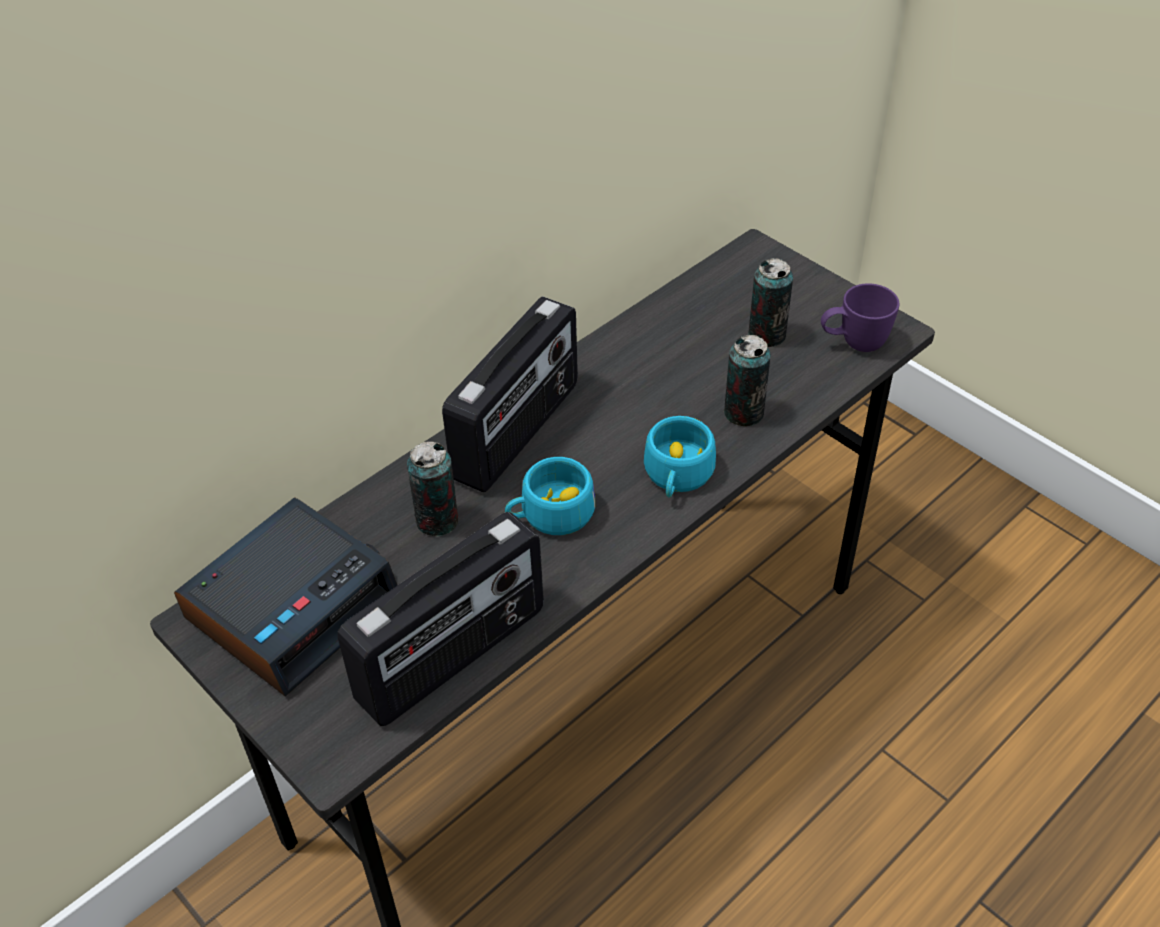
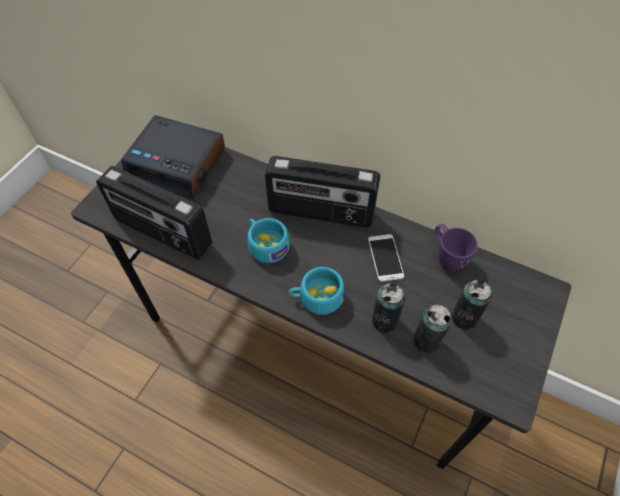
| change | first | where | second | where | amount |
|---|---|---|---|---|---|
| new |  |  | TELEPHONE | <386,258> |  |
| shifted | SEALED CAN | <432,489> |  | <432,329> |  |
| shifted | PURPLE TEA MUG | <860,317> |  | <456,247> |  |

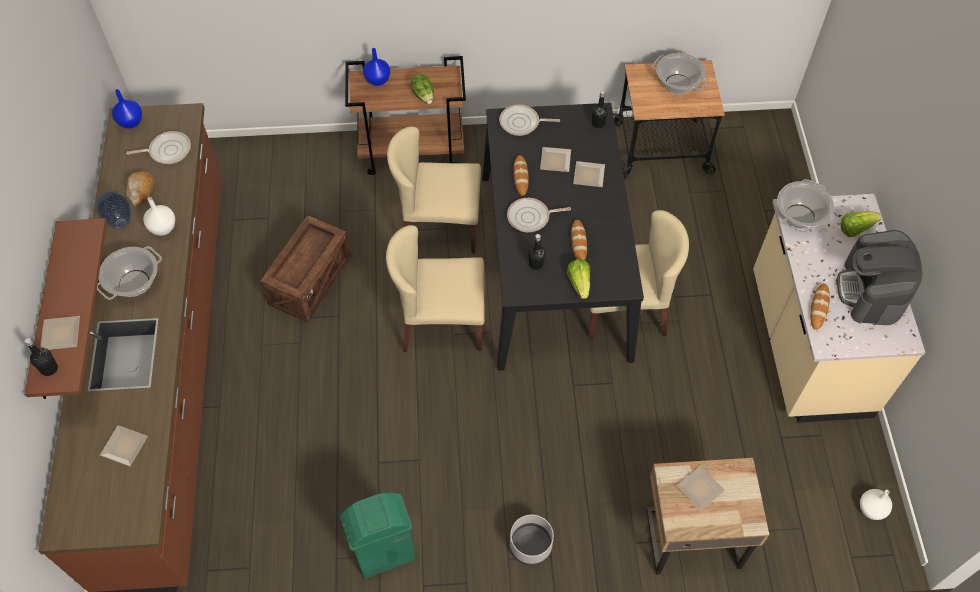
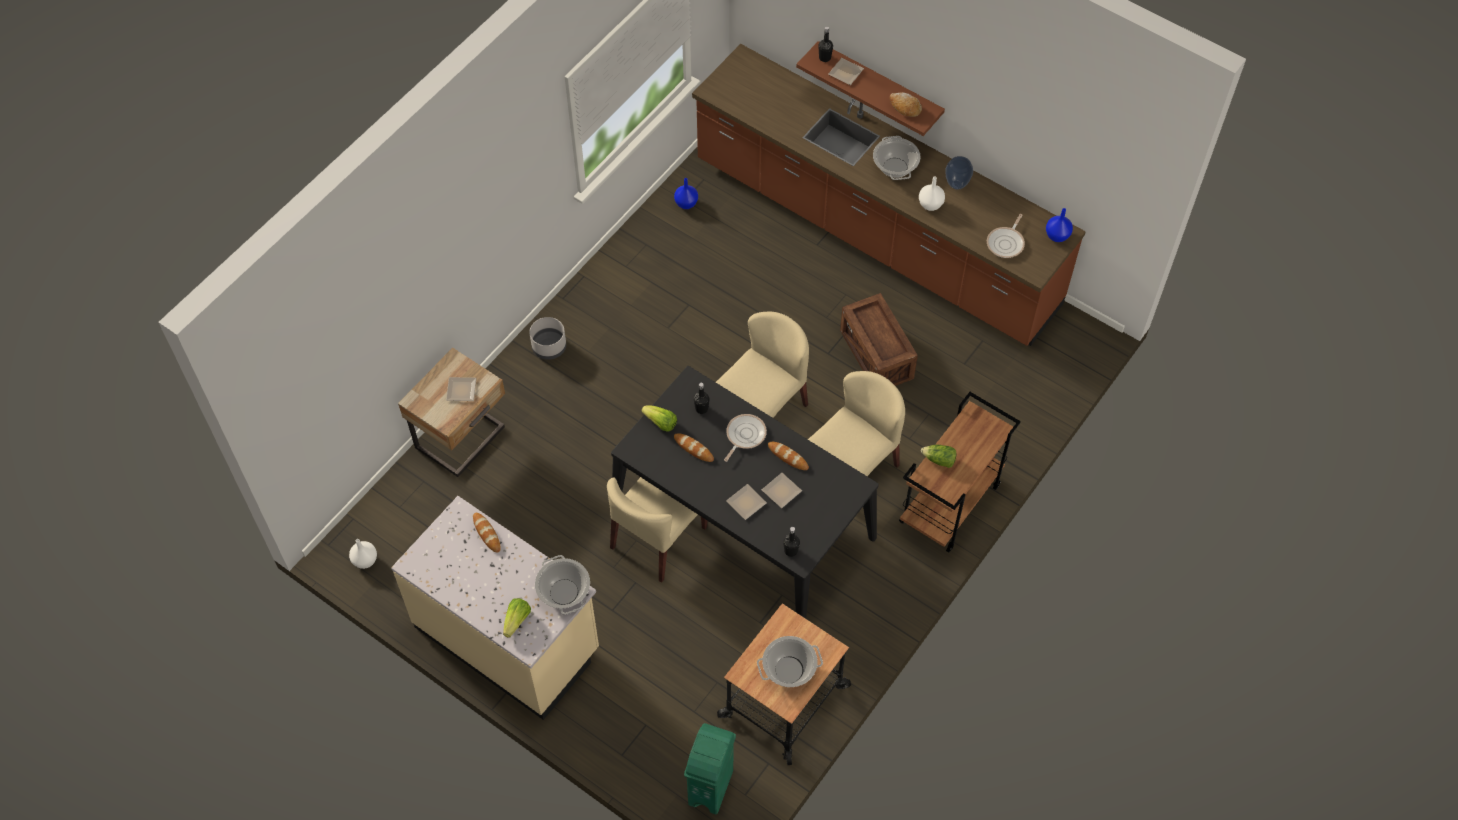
| change | first | where | second | where | amount |
|---|---|---|---|---|---|
| gone | FLAT DISH | <124,445> |  |  |  |
| gone | PAN | <529,120> |  |  |  |
| gone | COFFEE MACHINE | <879,277> |  |  |  |
| shifted | BAKED BREAD | <140,188> |  | <906,104> |  |
| shifted | GREENISH RUBBISH BIN | <377,535> |  | <710,768> |  |
| shifted | BLUISH VASE | <376,67> |  | <686,193> |  |

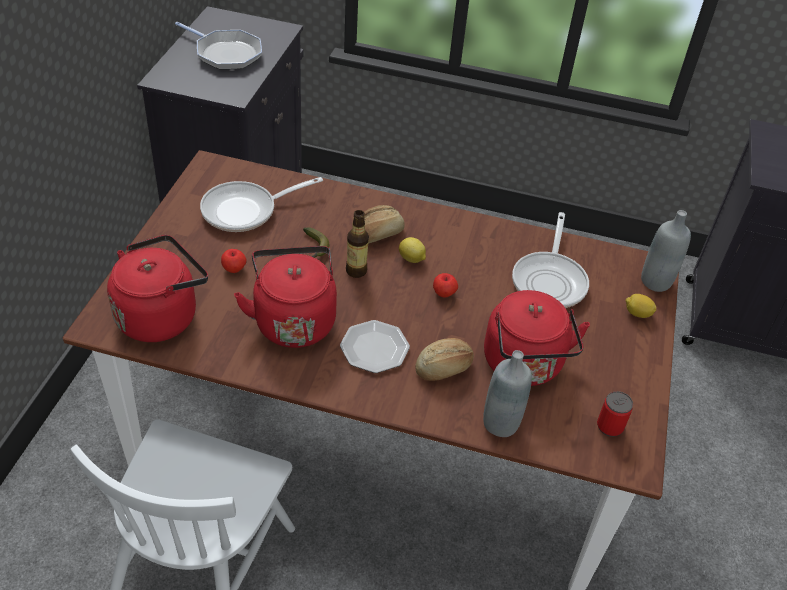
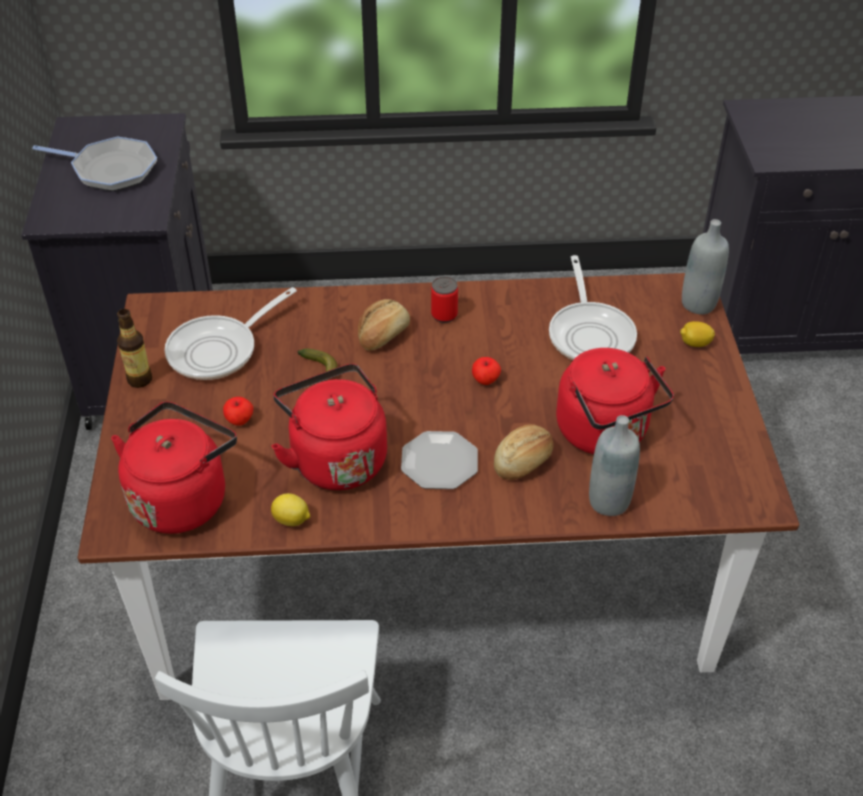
| change | first | where | second | where | amount |
|---|---|---|---|---|---|
| shifted | BOTTLE | <357,244> |  | <134,348> |  |
| shifted | LEMON | <412,250> |  | <291,509> |  |
| shifted | SEALED CAN | <615,414> |  | <444,299> |  |

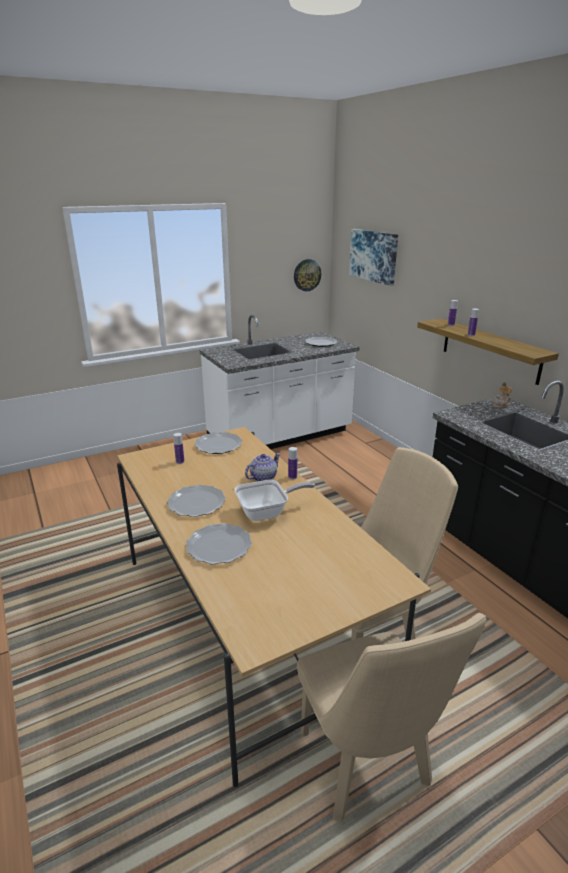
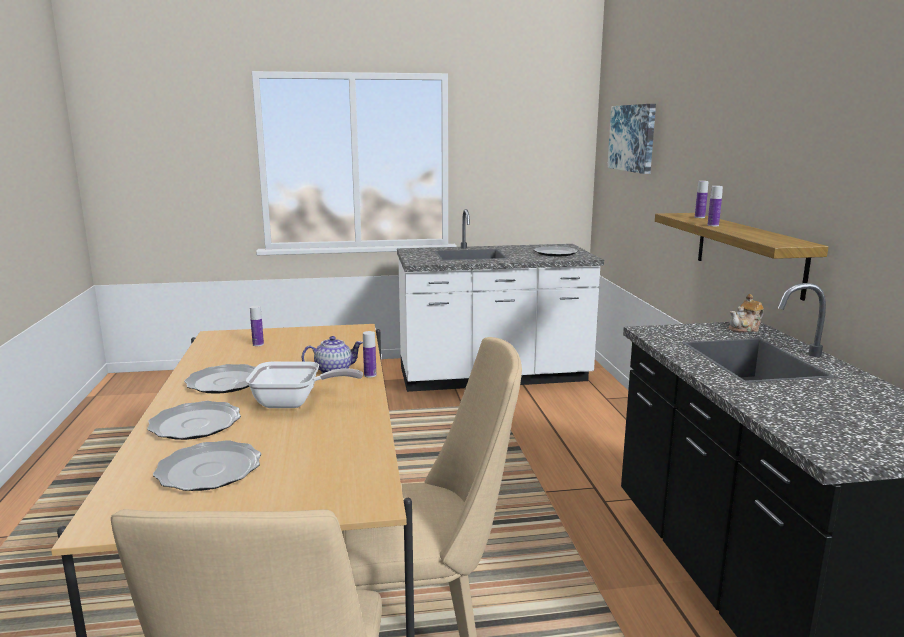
| change | first | where | second | where | amount |
|---|---|---|---|---|---|
| gone | WALL CLOCK | <307,275> |  |  |  |
| shifted | FLAT DISH | <218,443> |  | <207,465> |  |

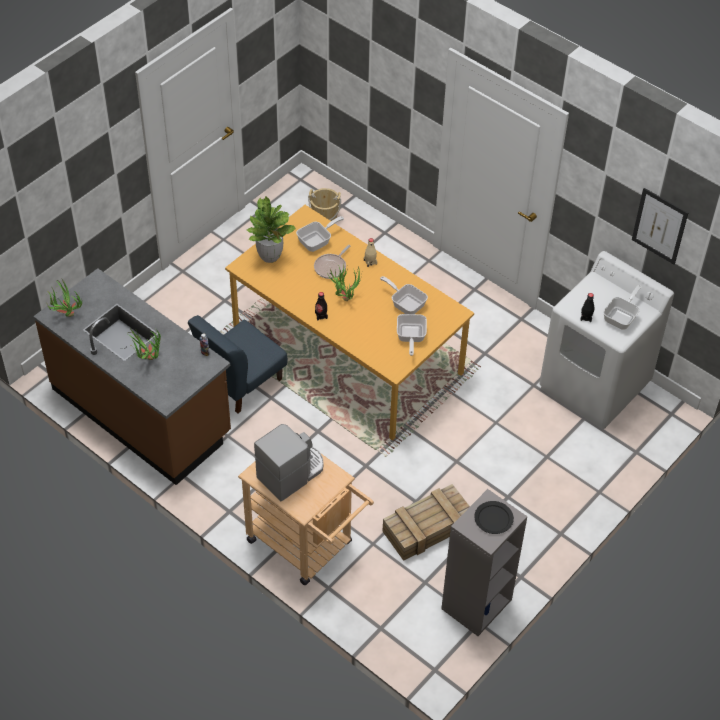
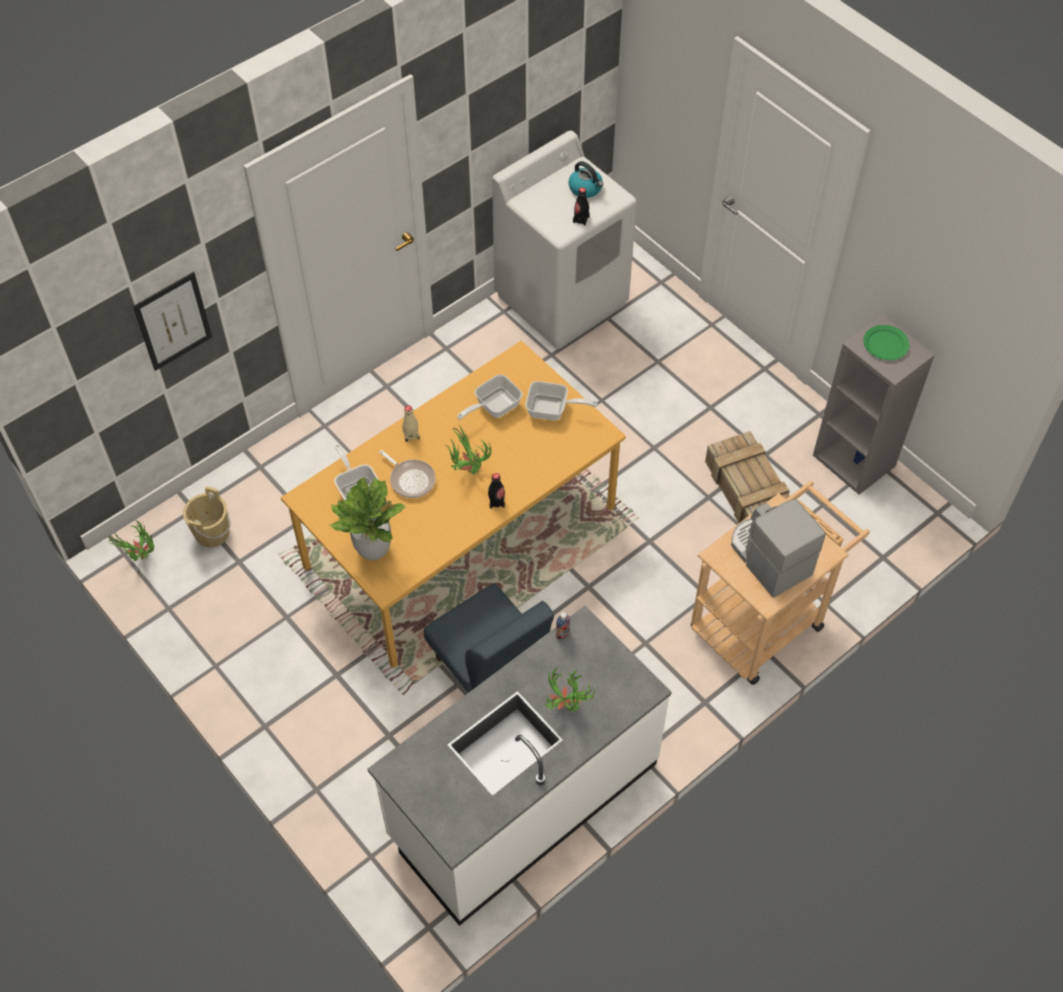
| change | first | where | second | where | amount |
|---|---|---|---|---|---|
| shifted | PLANT IN A POT | <64,298> |  | <131,540> |  |
| shifted | WALL ART | <660,226> |  | <172,321> |  |
| swapped | PAN | <622,307> | WATER KETTLE | <586,179> |  |
| repainted | BROWN-COLOURED COUNTER | <132,376> | WHITISH COUNTER | <519,766> |  |
| repainted | BLACKISH FLAT DISH | <494,517> | GREENISH FLAT DISH | <886,342> |  |

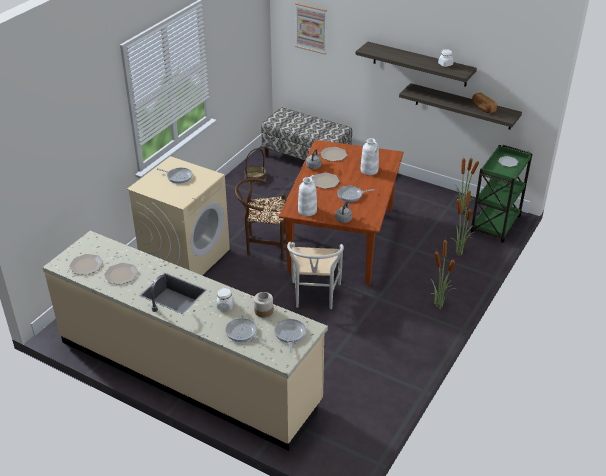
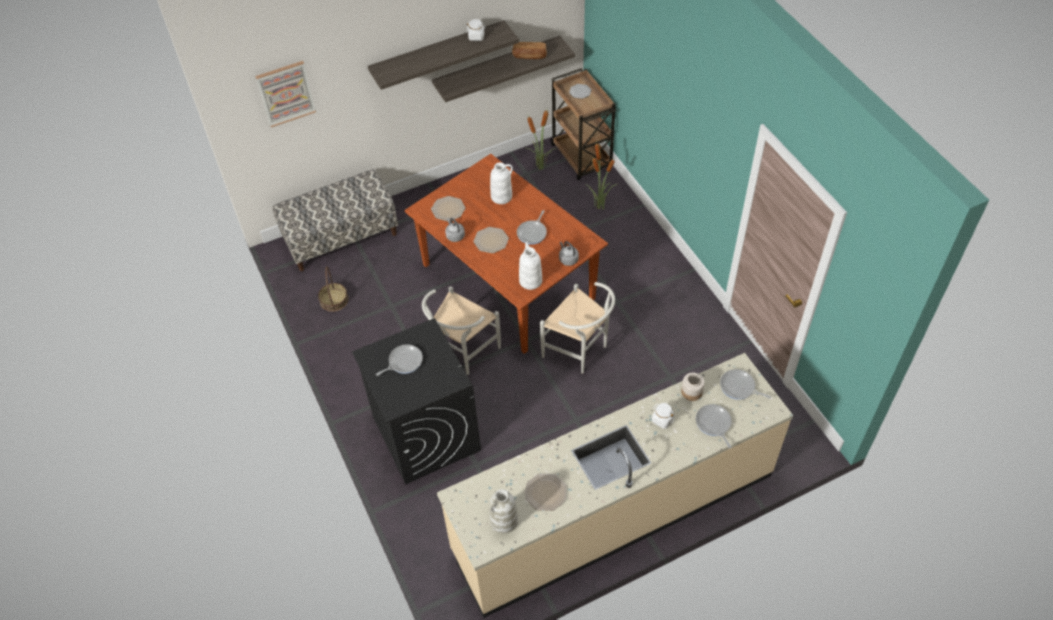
| change | first | where | second | where | amount |
|---|---|---|---|---|---|
| gone | PLANT IN A POT | <443,272> |  |  |  |
| swapped | FLAT DISH | <86,264> | WHITISH VASE | <503,511> |  |
| repainted | SAND-COLOURED WASHING MACHINE | <178,215> | BLACKISH WASHING MACHINE | <416,401> |  |
| repainted | BROWN-COLOURED PLAIN CHAIR | <260,219> | WHITISH PLAIN CHAIR | <461,330> |  |
| repainted | GREENISH CART | <501,194> | BROWN-COLOURED CART | <583,124> |  |
| rotated | PAN | <246,330> |  | <713,426> | 90 degrees clockwise |

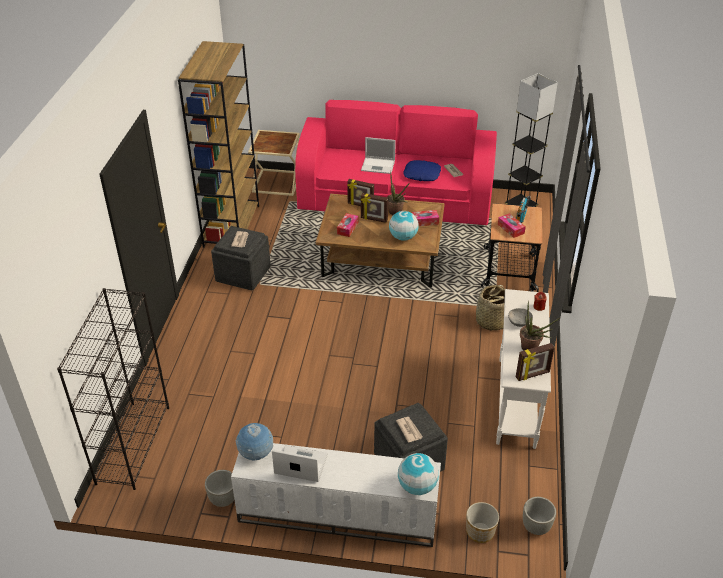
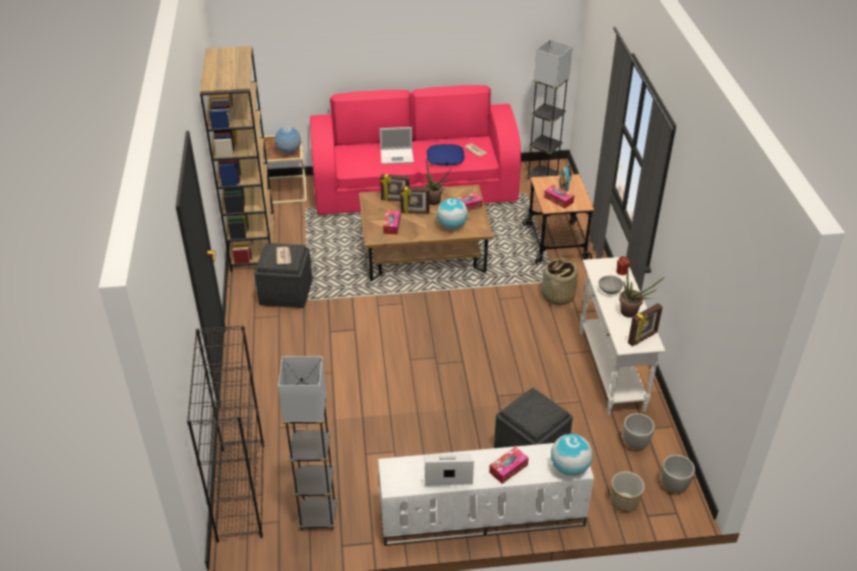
| change | first | where | second | where | amount |
|---|---|---|---|---|---|
| gone | NEWSPAPER | <409,430> |  |  |  |
| new |  |  | GREY FLOOR LAMP | <307,443> |  |
| new |  |  | TISSUE BOX | <509,465> |  |
| shifted | GREY FLOWER POT | <219,488> |  | <639,431> |  |
| shifted | WORLD GLOBE | <254,441> |  | <288,140> |  |

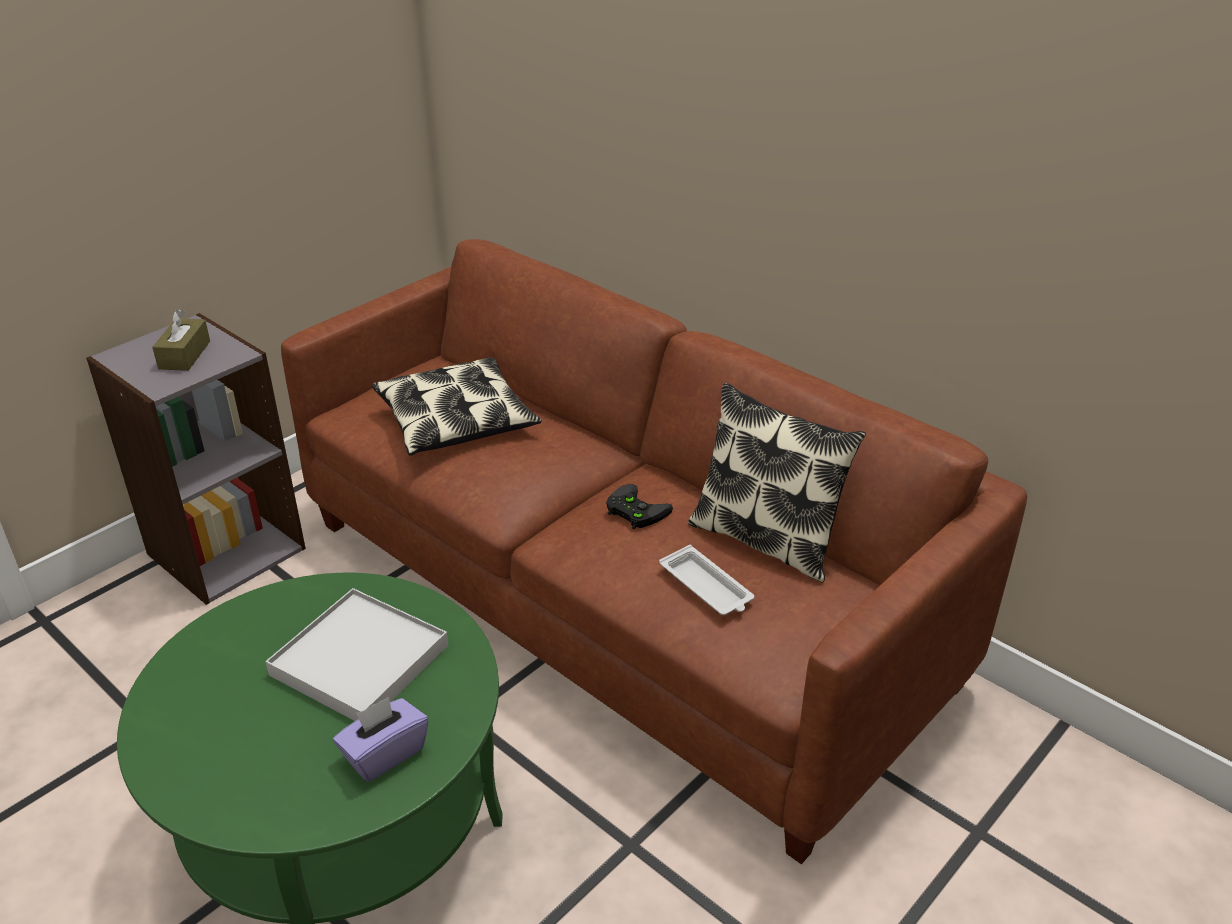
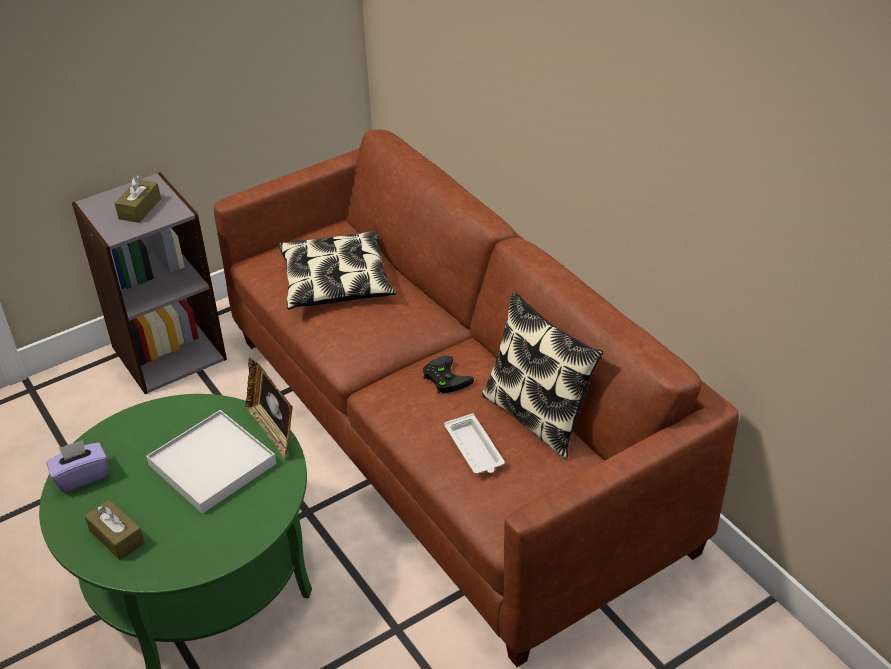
| change | first | where | second | where | amount |
|---|---|---|---|---|---|
| new |  |  | BROWN-COLOURED TISSUE BOX | <114,529> |  |
| new |  |  | PHOTO FRAME | <269,408> |  |
| shifted | PURPLE TISSUE BOX | <380,739> |  | <77,466> |  |

